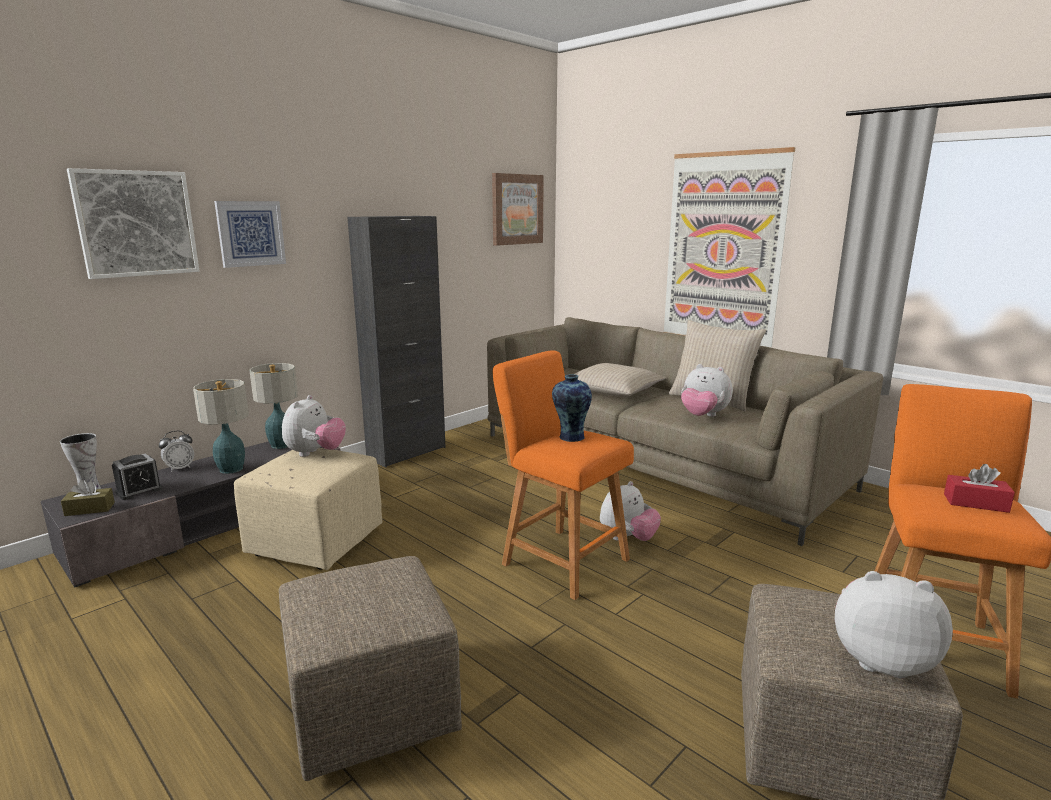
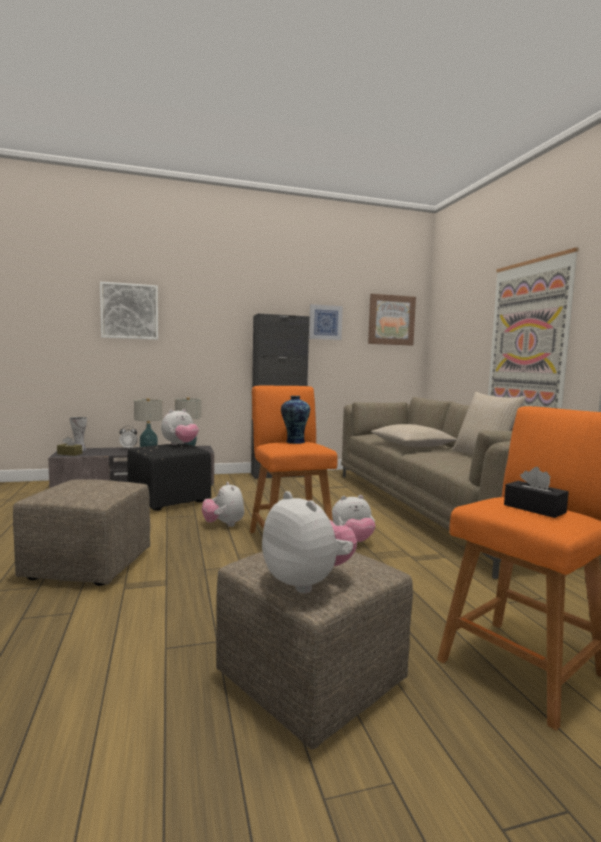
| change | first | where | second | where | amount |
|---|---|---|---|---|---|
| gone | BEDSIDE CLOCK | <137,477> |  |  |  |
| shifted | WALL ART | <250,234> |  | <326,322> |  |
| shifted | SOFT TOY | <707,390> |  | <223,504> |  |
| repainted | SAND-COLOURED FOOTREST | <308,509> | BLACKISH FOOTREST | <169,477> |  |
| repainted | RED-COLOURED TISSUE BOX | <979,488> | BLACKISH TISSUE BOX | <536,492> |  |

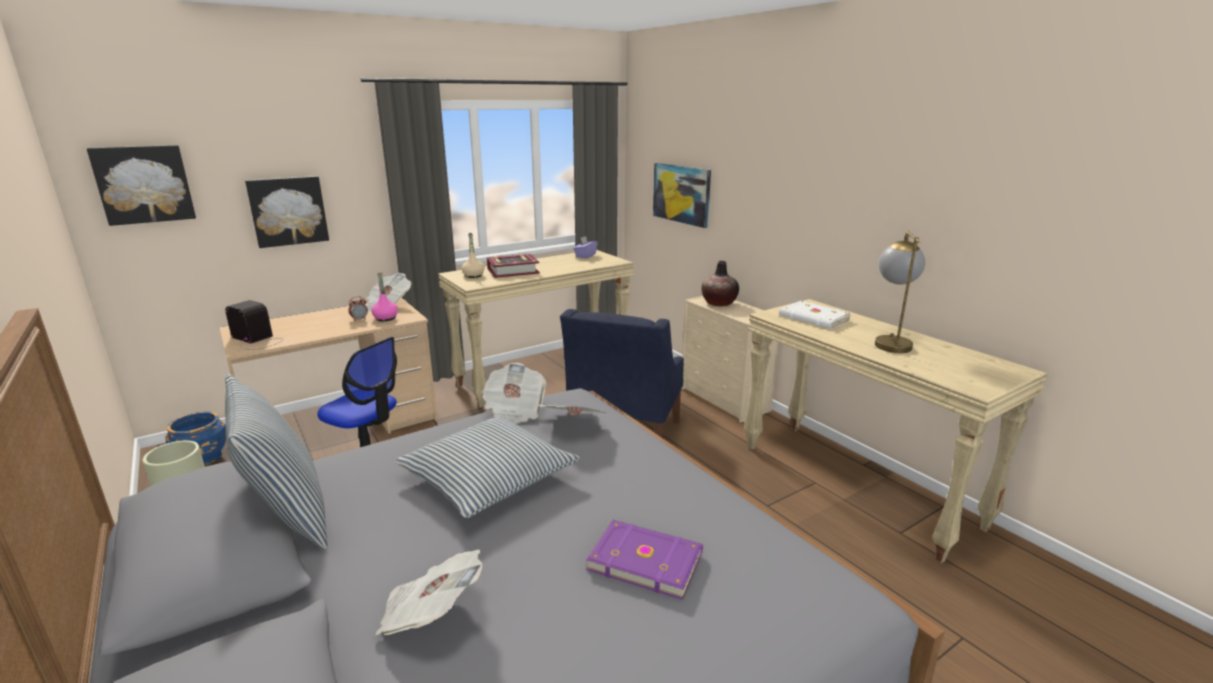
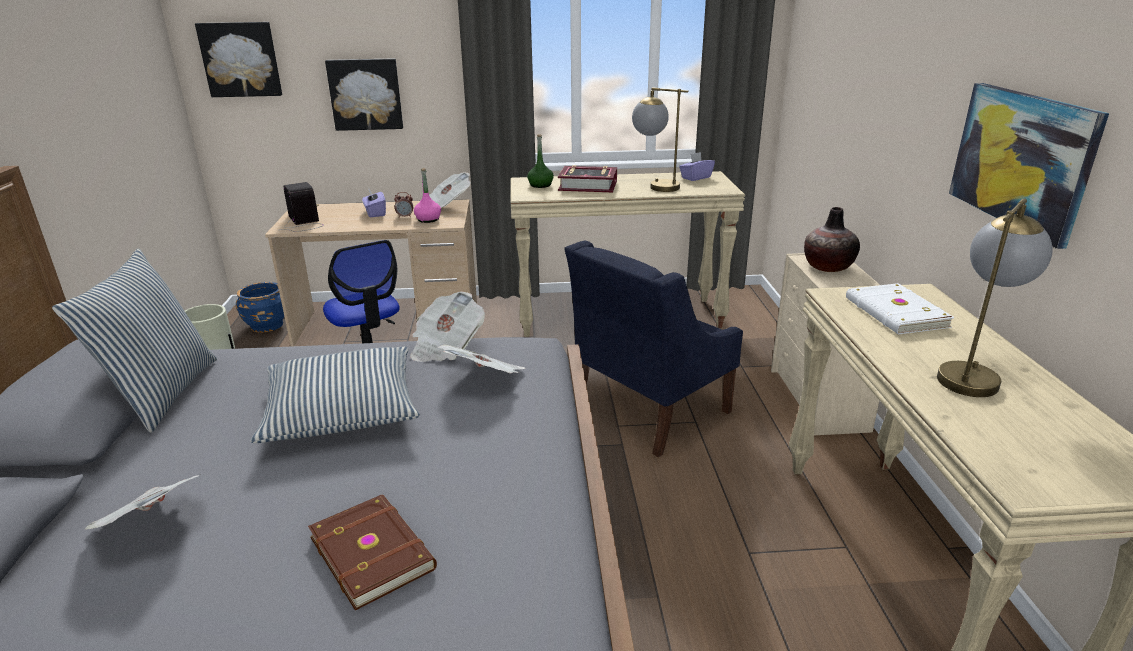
| change | first | where | second | where | amount |
|---|---|---|---|---|---|
| new |  |  | PURPLE TISSUE BOX | <374,203> |  |
| new |  |  | TABLETOP LAMP | <660,139> |  |
| shifted | WALL ART | <682,195> |  | <1029,166> |  |
| repainted | SAND-COLOURED BOTTLE | <473,255> | GREENISH BOTTLE | <540,161> |  |
| repainted | PURPLE VOLUME | <644,560> | BROWN-COLOURED VOLUME | <372,552> |  |

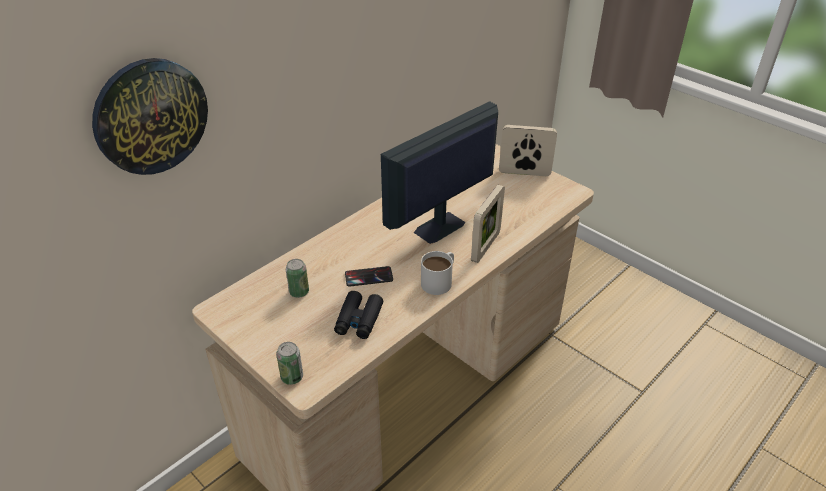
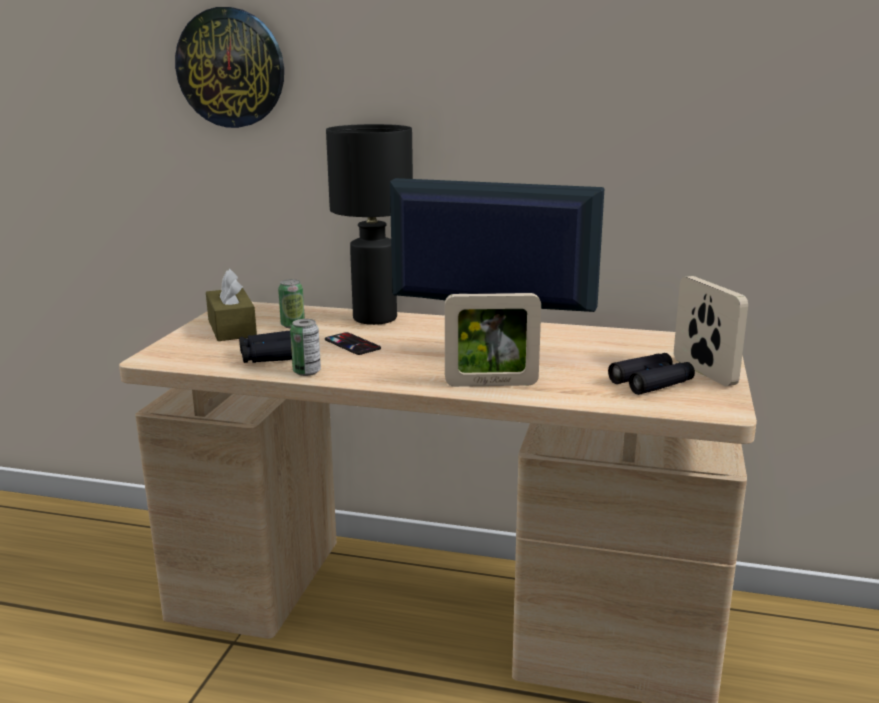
| change | first | where | second | where | amount |
|---|---|---|---|---|---|
| gone | WHITISH TEA MUG | <437,273> |  |  |  |
| new |  |  | BROWN-COLOURED TISSUE BOX | <231,305> |  |
| new |  |  | BLACKISH TABLETOP LAMP | <369,224> |  |
| new |  |  | BLACKISH PAIR OF BINOCULARS | <651,374> |  |
| shifted | SEALED CAN | <289,363> |  | <305,347> |  |

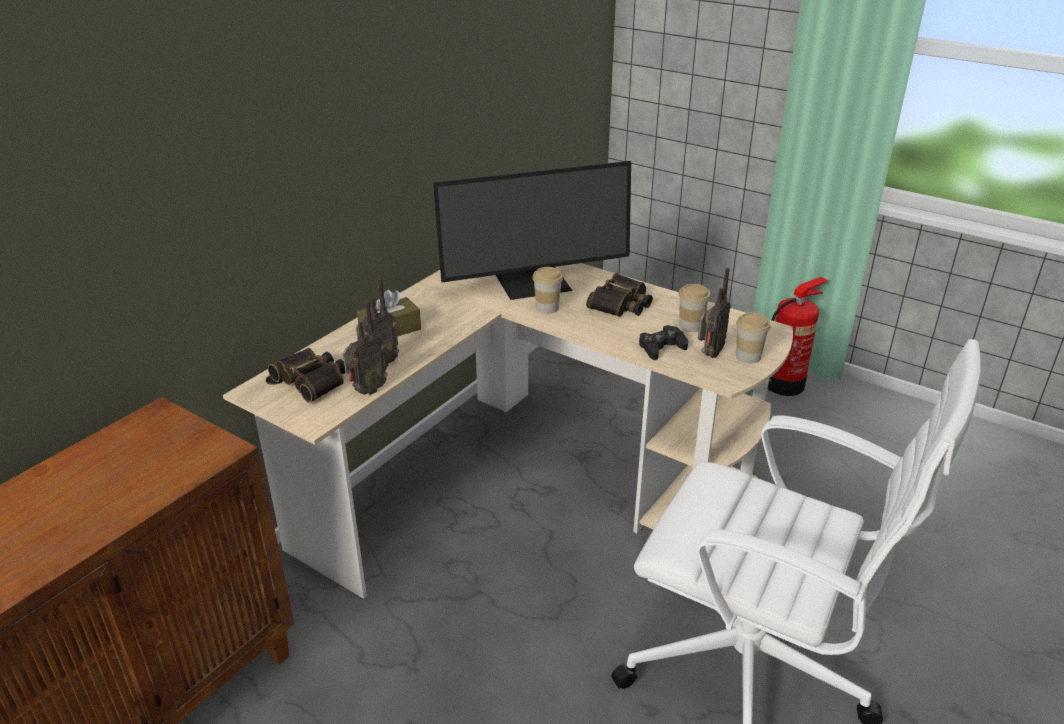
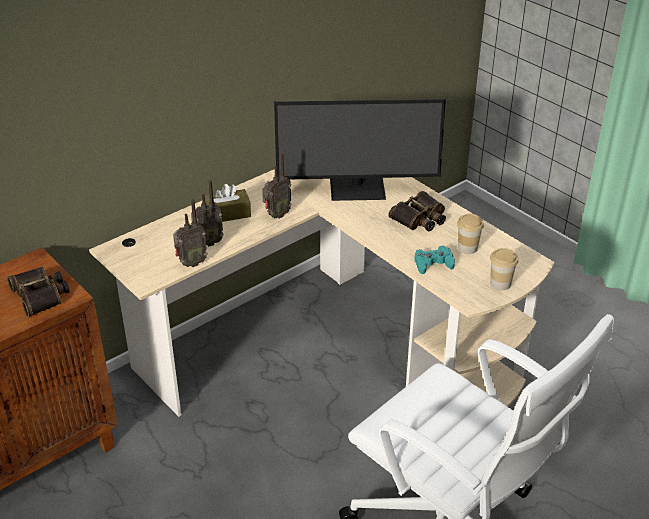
| change | first | where | second | where | amount |
|---|---|---|---|---|---|
| gone | SMALL CUP | <547,290> |  |  |  |
| gone | FIRE EXTINGUISHER | <798,336> |  |  |  |
| shifted | PAIR OF BINOCULARS | <307,375> |  | <38,291> |  |
| shifted | RADIO | <714,313> |  | <277,185> |  |
| repainted | BLACKISH GAMEPAD | <663,342> | TURQUOISE-COLOURED GAMEPAD | <434,260> |  |

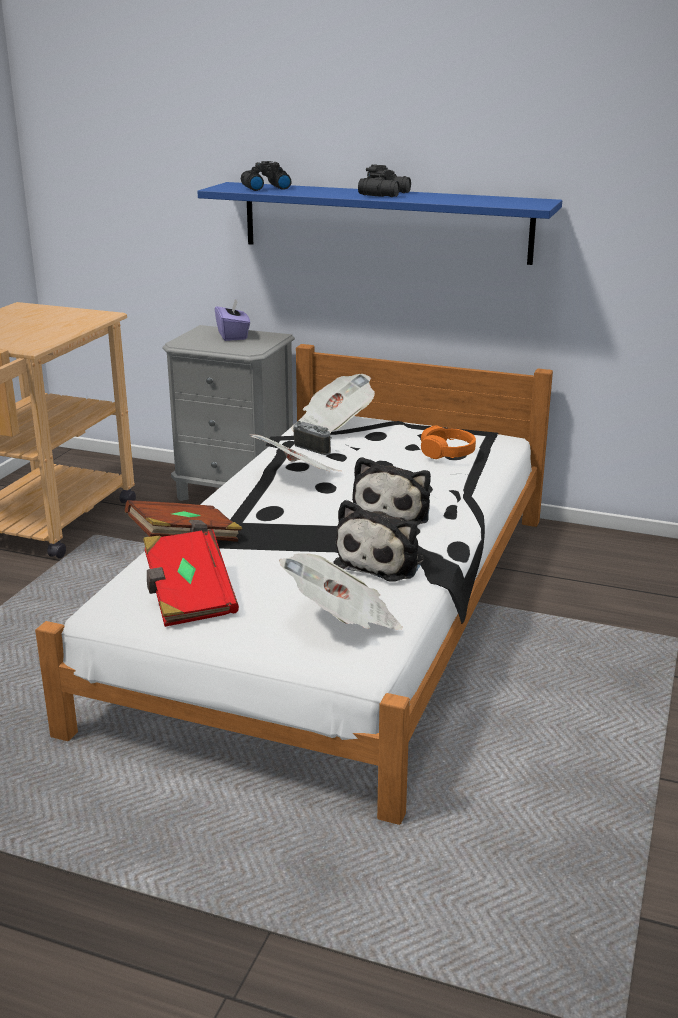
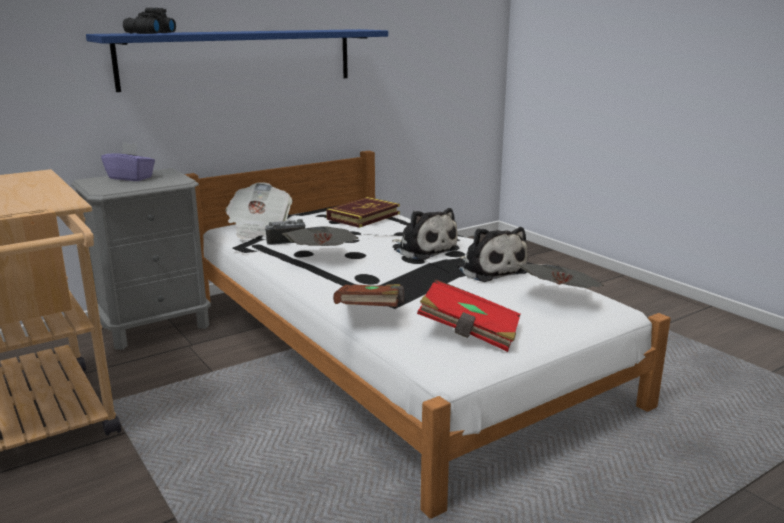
| change | first | where | second | where | amount |
|---|---|---|---|---|---|
| gone | BLACKISH PAIR OF BINOCULARS | <384,180> |  |  |  |
| swapped | ORANGEY HEADSET | <448,442> | VOLUME | <363,212> |  |

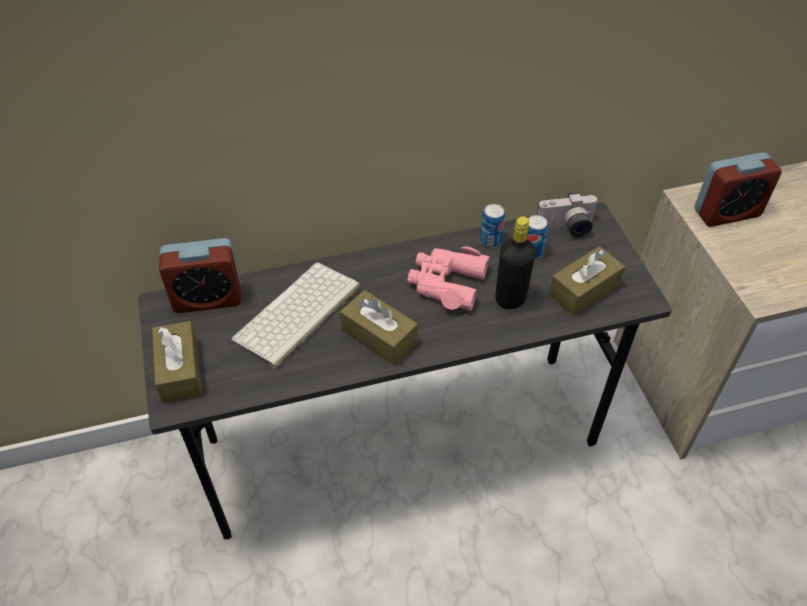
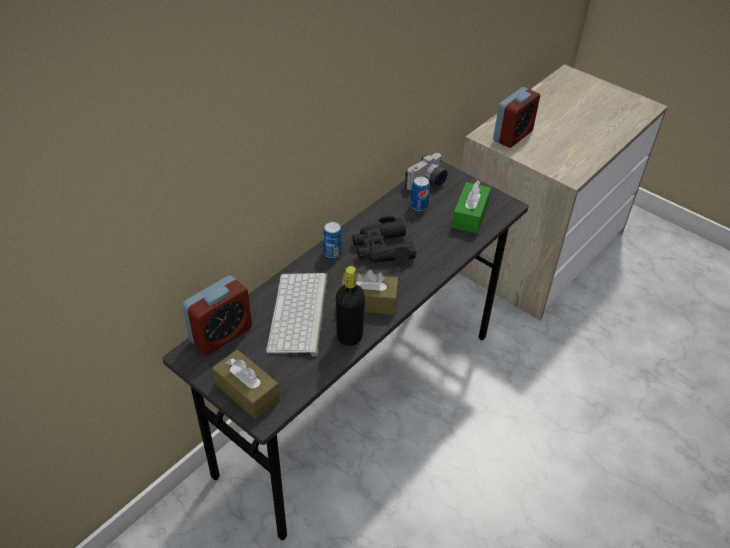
| change | first | where | second | where | amount |
|---|---|---|---|---|---|
| shifted | SEALED CAN | <492,225> |  | <332,240> |  |
| shifted | BLACKISH BOTTLE | <515,262> |  | <350,306> |  |
| repainted | PINK-COLOURED PAIR OF BINOCULARS | <448,278> | BLACKISH PAIR OF BINOCULARS | <384,239> |  |
| repainted | BROWN-COLOURED TISSUE BOX | <587,281> | GREENISH TISSUE BOX | <471,207> |  |

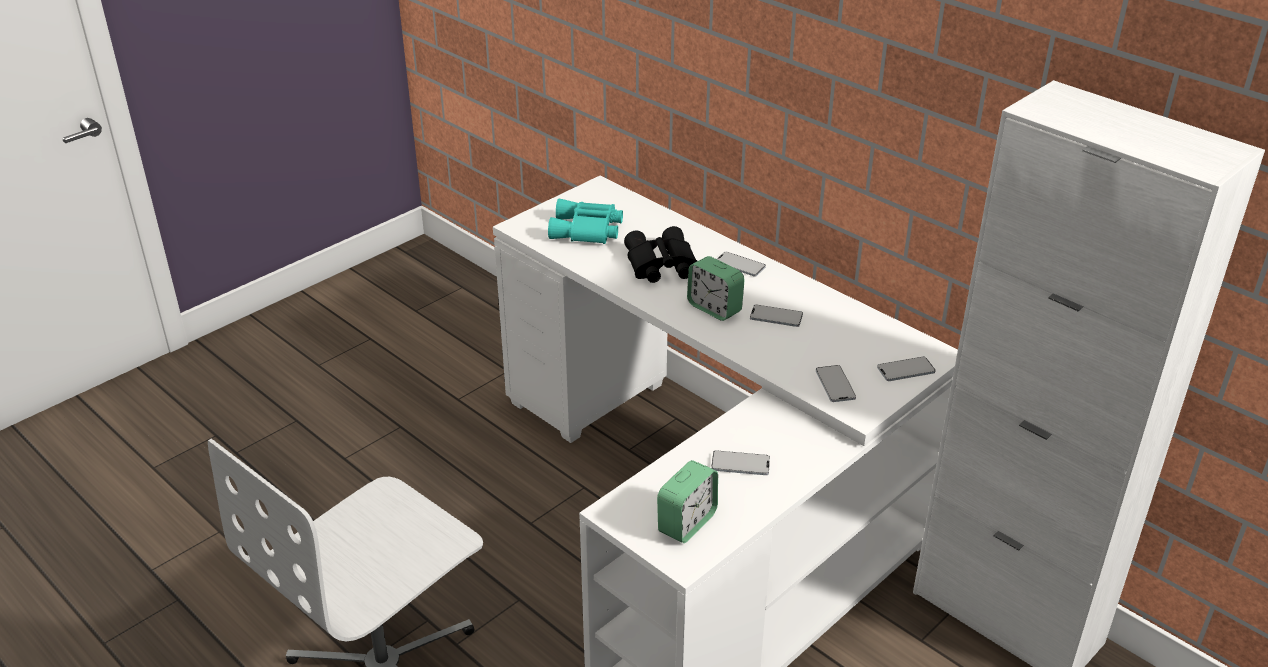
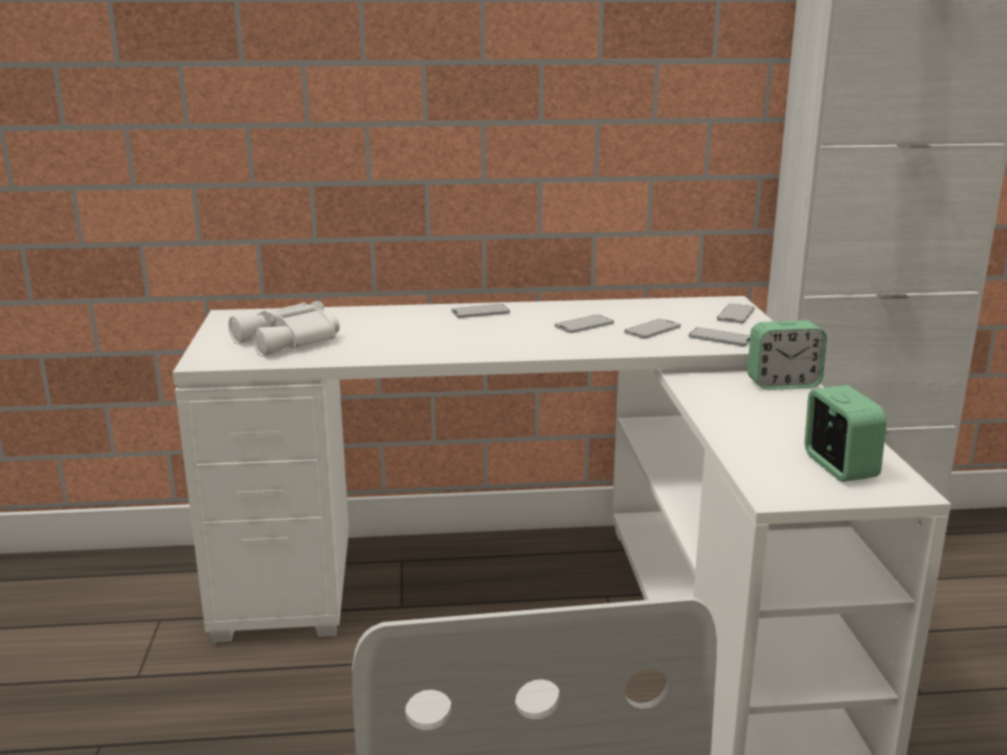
| change | first | where | second | where | amount |
|---|---|---|---|---|---|
| gone | BLACKISH PAIR OF BINOCULARS | <660,254> |  |  |  |
| shifted | BEDSIDE CLOCK | <716,288> |  | <787,355> |  |
| shifted | TELEPHONE | <740,462> |  | <652,329> |  |
| repainted | TURQUOISE-COLOURED PAIR OF BINOCULARS | <585,221> | WHITISH PAIR OF BINOCULARS | <284,329> |  |

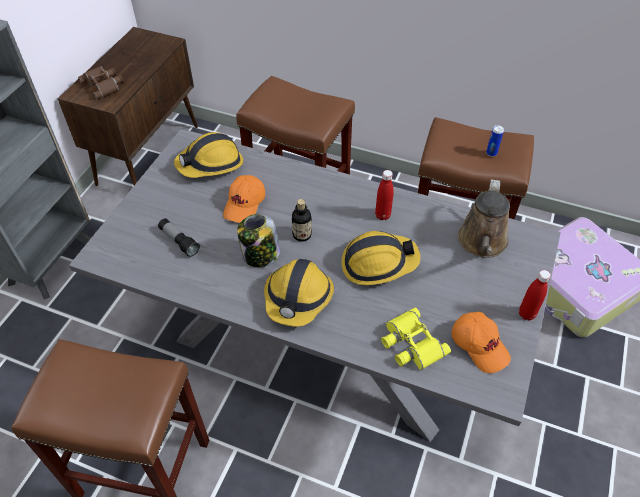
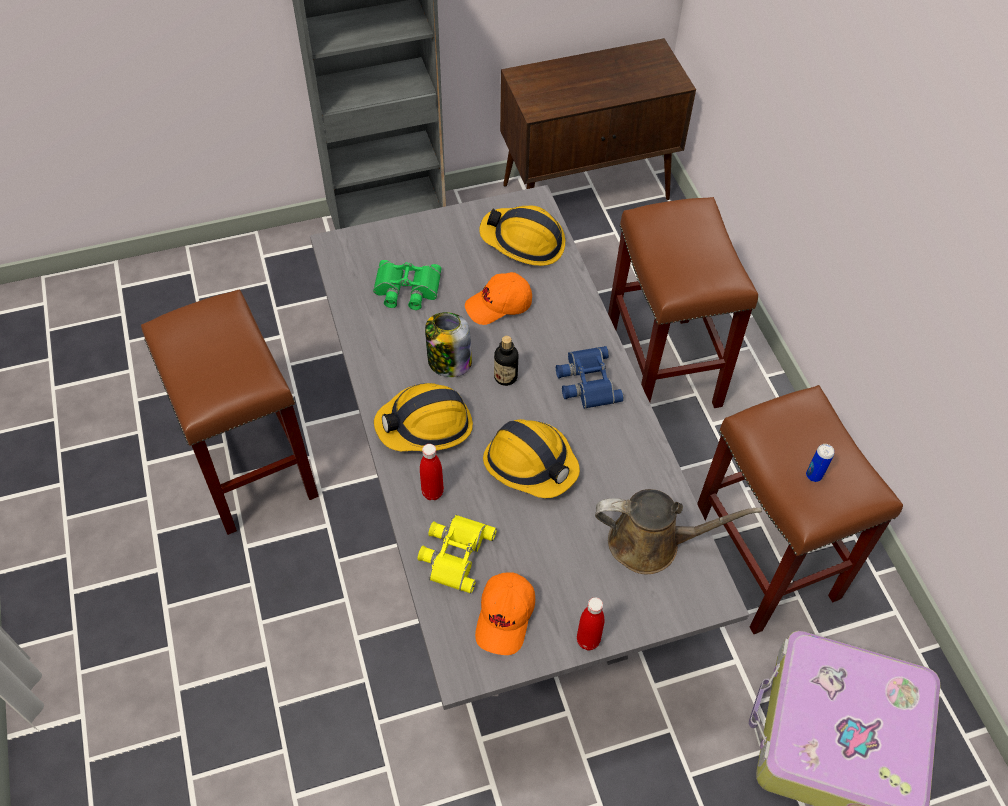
| change | first | where | second | where | amount |
|---|---|---|---|---|---|
| gone | BROWN-COLOURED PAIR OF BINOCULARS | <101,83> |  |  |  |
| new |  |  | BLUISH PAIR OF BINOCULARS | <590,377> |  |
| shifted | RED-COLOURED BOTTLE | <384,195> |  | <432,472> |  |
| swapped | TORCH | <179,237> | GREENISH PAIR OF BINOCULARS | <407,285> |  |
| rotated | BROWN-COLOURED SPRINKLING CAN | <484,218> |  | <678,531> | 150 degrees counterclockwise |

